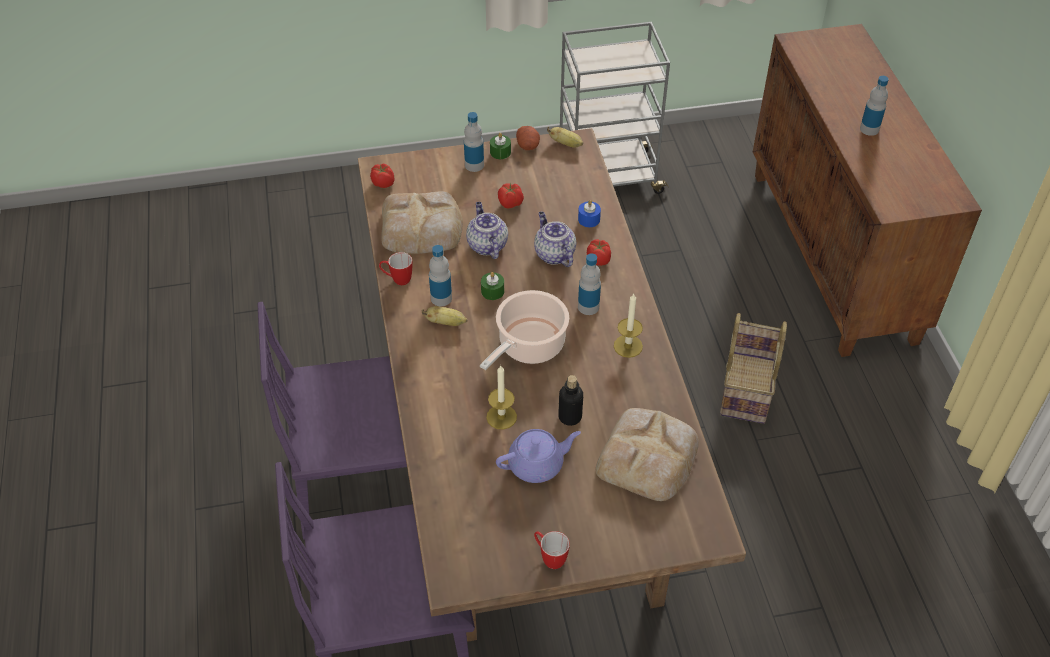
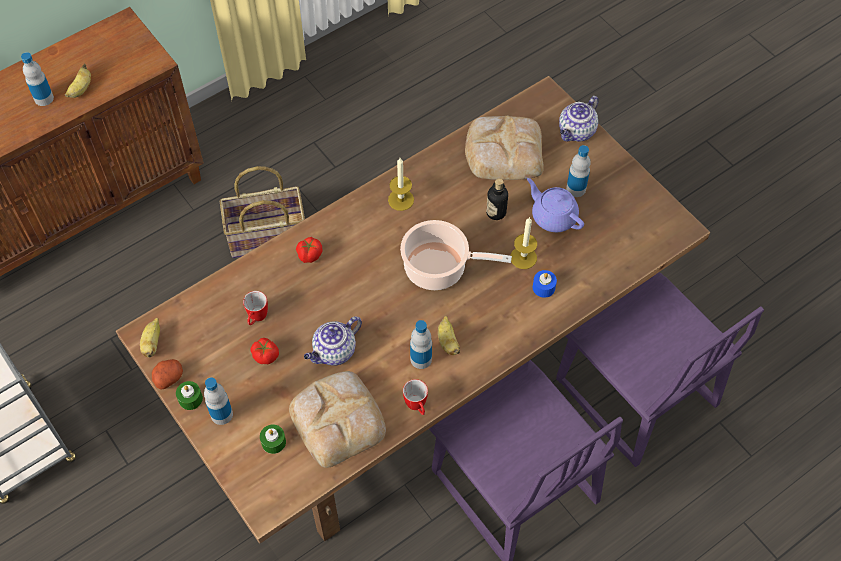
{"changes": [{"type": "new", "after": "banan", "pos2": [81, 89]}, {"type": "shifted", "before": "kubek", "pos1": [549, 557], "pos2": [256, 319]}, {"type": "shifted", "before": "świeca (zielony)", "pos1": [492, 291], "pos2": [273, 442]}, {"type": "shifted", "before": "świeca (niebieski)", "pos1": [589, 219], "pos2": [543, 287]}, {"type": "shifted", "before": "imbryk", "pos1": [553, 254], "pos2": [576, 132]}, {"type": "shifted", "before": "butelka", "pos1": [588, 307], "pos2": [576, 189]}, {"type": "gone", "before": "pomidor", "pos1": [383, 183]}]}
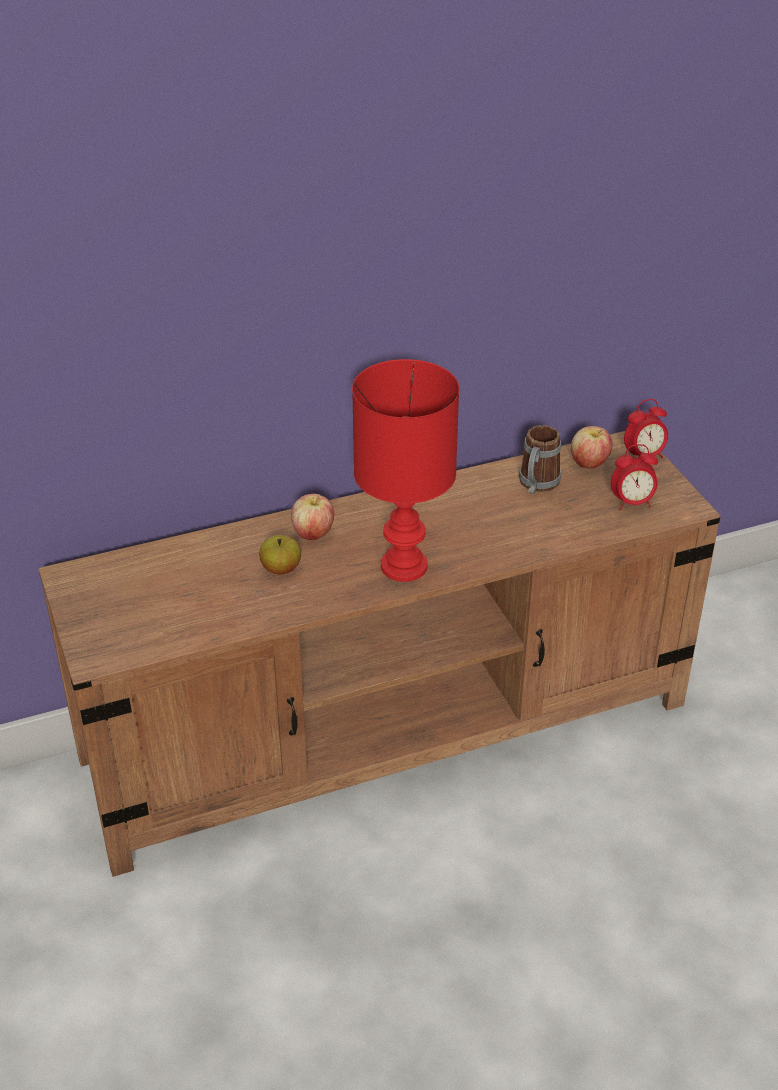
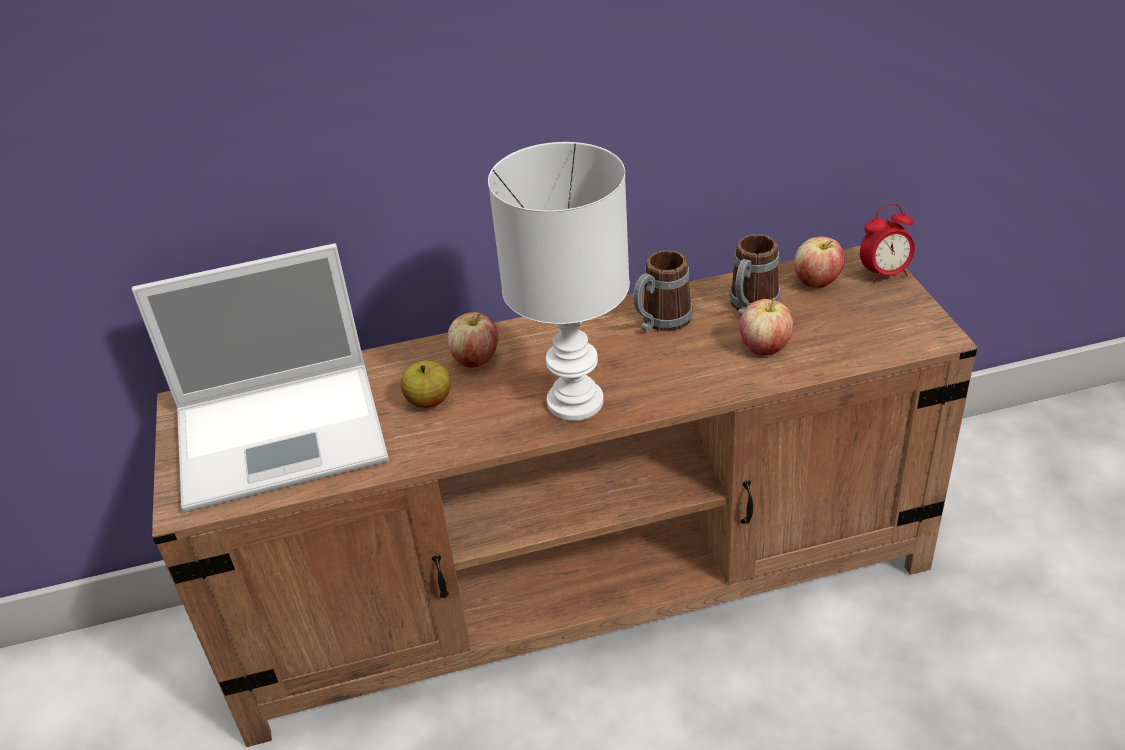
{"changes": [{"type": "new", "after": "laptop", "pos2": [285, 433]}, {"type": "repainted", "before": "lampa stołowa (czerwony)", "after": "lampa stołowa (biały)", "pos1": [402, 568], "pos2": [573, 403]}, {"type": "new", "after": "kubek", "pos2": [660, 322]}, {"type": "new", "after": "jabłko", "pos2": [765, 347]}, {"type": "gone", "before": "budzik", "pos1": [632, 503]}]}
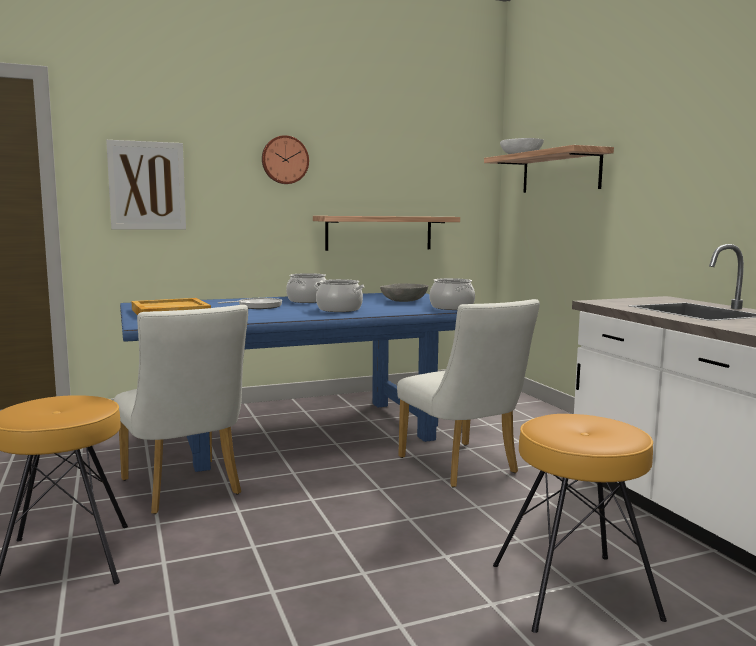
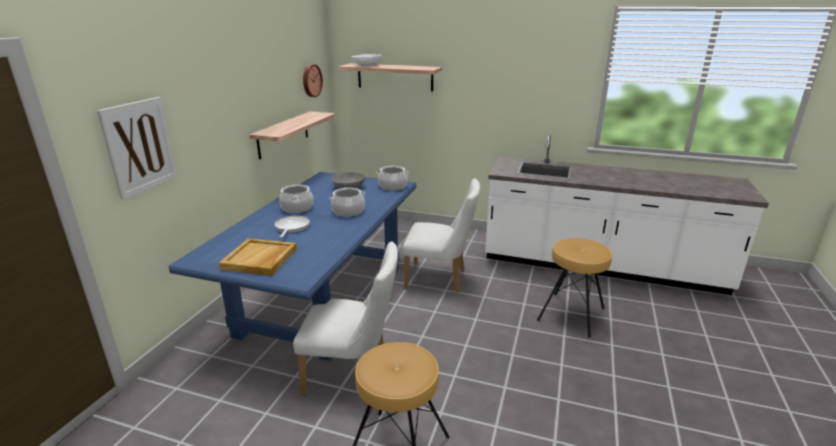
{"changes": [{"type": "shifted", "before": "zegar ścienny", "pos1": [284, 160], "pos2": [311, 80]}]}
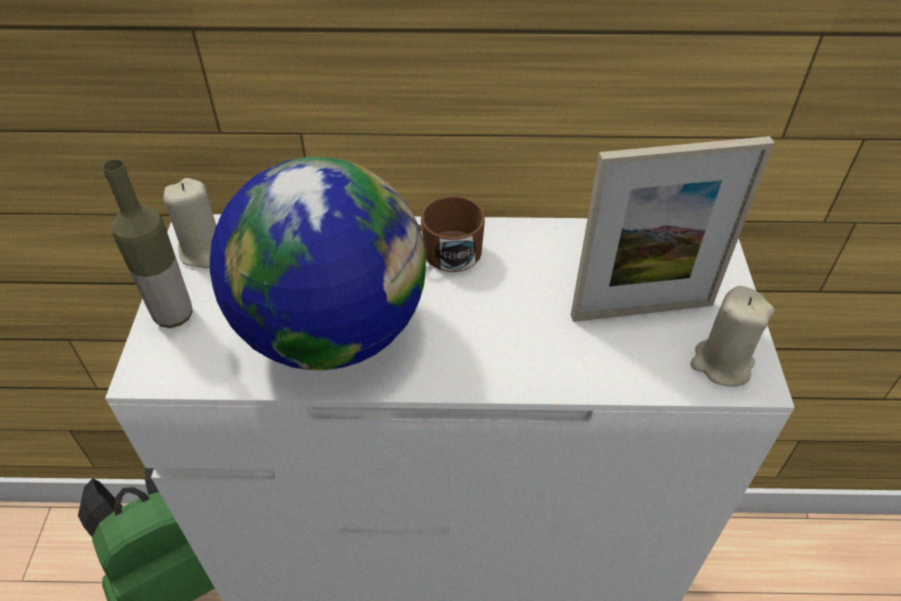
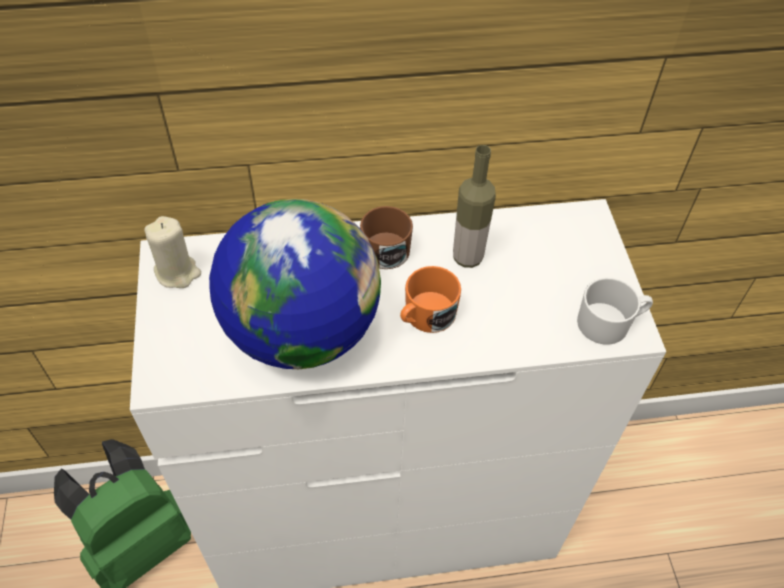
{"changes": [{"type": "new", "after": "kubek (pomarańczowy)", "pos2": [425, 316]}, {"type": "shifted", "before": "butelka", "pos1": [173, 315], "pos2": [467, 257]}, {"type": "swapped", "before": "świeca (beżowy)", "after": "kubek (biały)", "pos1": [721, 364], "pos2": [609, 323]}, {"type": "gone", "before": "ramka na zdjęcie", "pos1": [642, 310]}]}
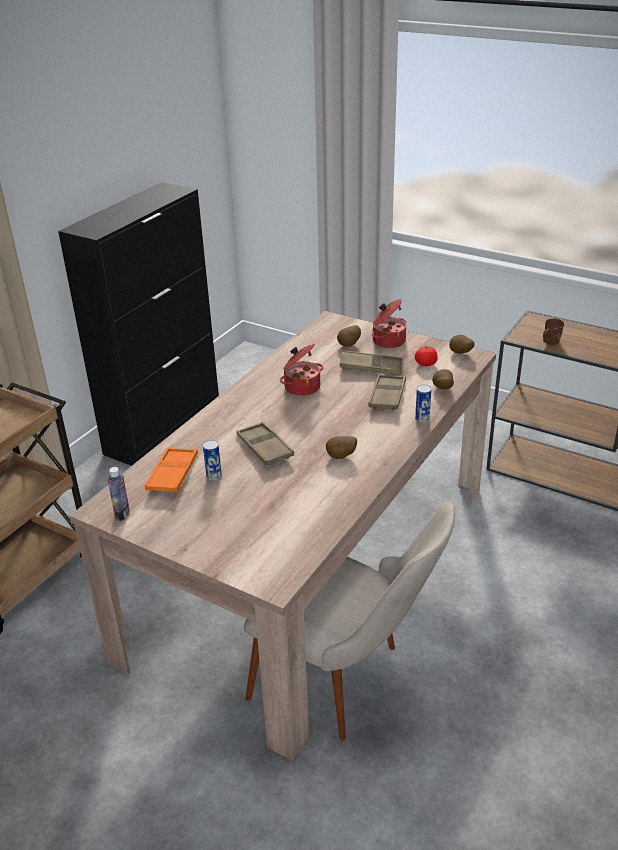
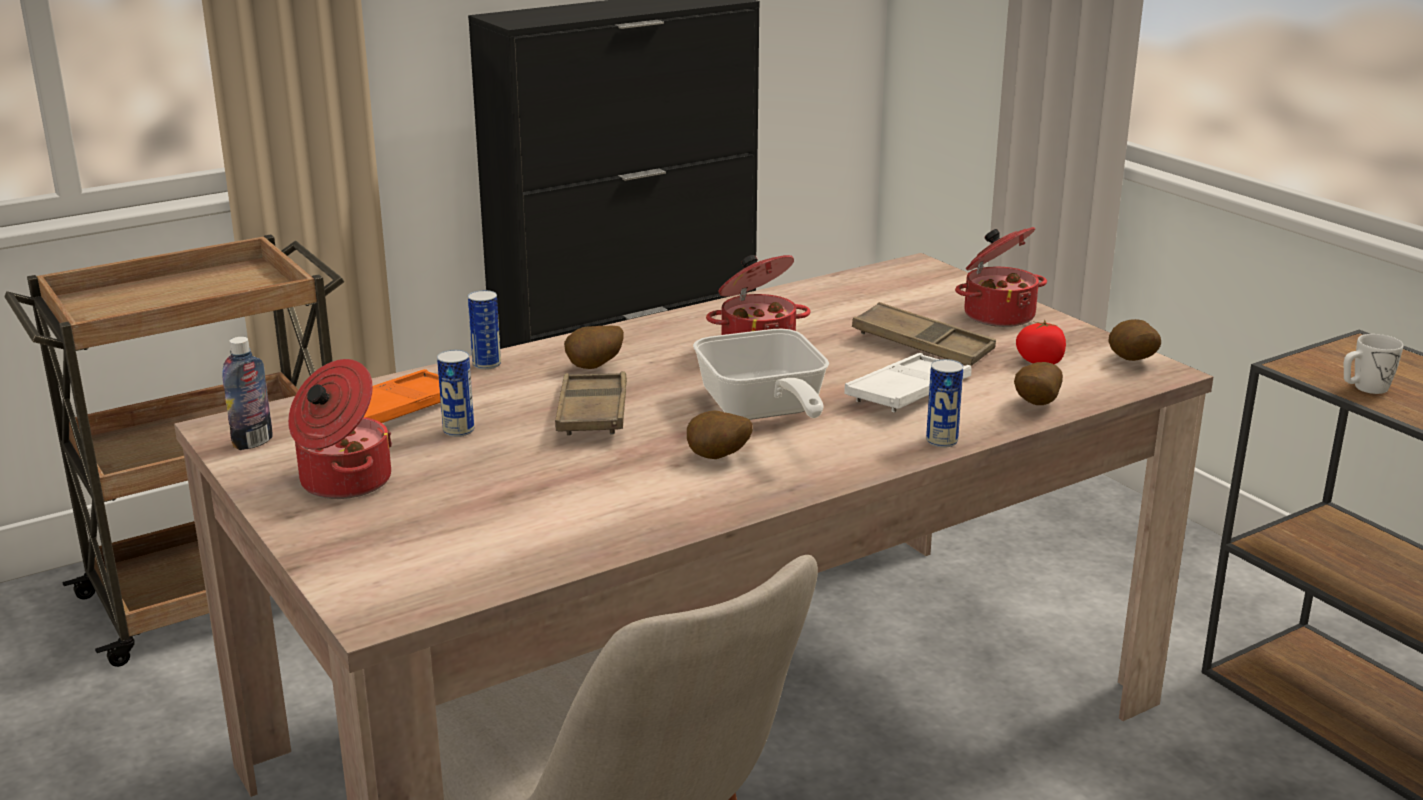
{"changes": [{"type": "new", "after": "garnek", "pos2": [343, 481]}, {"type": "new", "after": "puszka", "pos2": [486, 364]}, {"type": "shifted", "before": "ziemniak", "pos1": [349, 345], "pos2": [595, 368]}, {"type": "new", "after": "patelnia", "pos2": [763, 412]}, {"type": "repainted", "before": "taca (brązowy)", "after": "taca (biały)", "pos1": [387, 396], "pos2": [908, 392]}, {"type": "repainted", "before": "kubek (brązowy)", "after": "kubek (biały)", "pos1": [550, 342], "pos2": [1364, 388]}]}
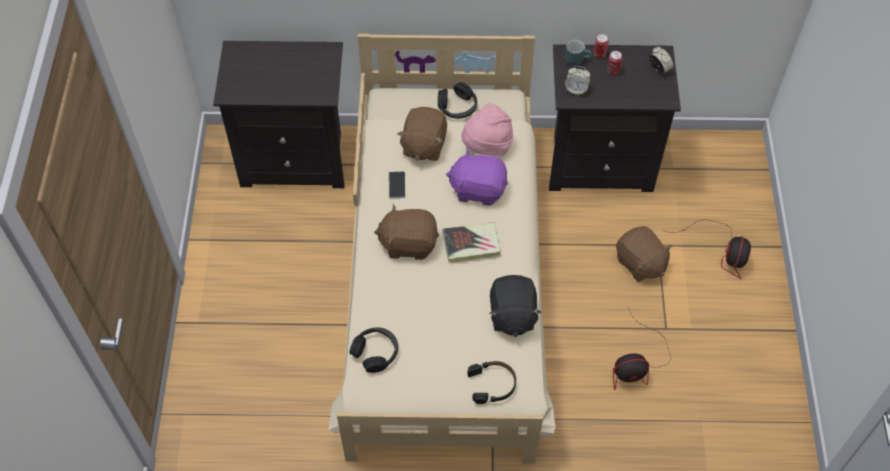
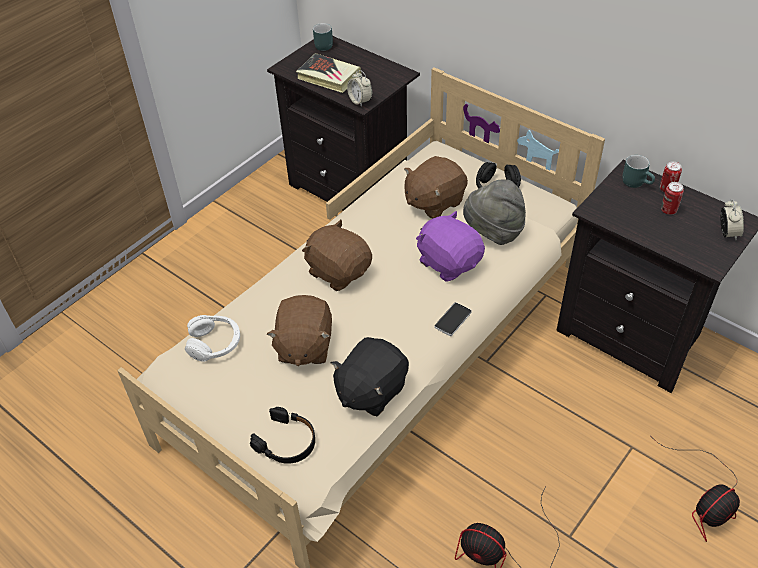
{"changes": [{"type": "repainted", "before": "słuchawki (czarny)", "after": "słuchawki (biały)", "pos1": [376, 352], "pos2": [215, 343]}, {"type": "shifted", "before": "pluszak (brązowy)", "pos1": [640, 263], "pos2": [304, 346]}, {"type": "shifted", "before": "książka", "pos1": [471, 245], "pos2": [329, 77]}, {"type": "new", "after": "kubek (turkusowy)", "pos2": [322, 45]}, {"type": "shifted", "before": "budzik", "pos1": [576, 89], "pos2": [360, 101]}, {"type": "shifted", "before": "telefon", "pos1": [397, 185], "pos2": [453, 320]}, {"type": "repainted", "before": "kapelusz (różowy)", "after": "kapelusz (szary)", "pos1": [487, 146], "pos2": [493, 232]}]}
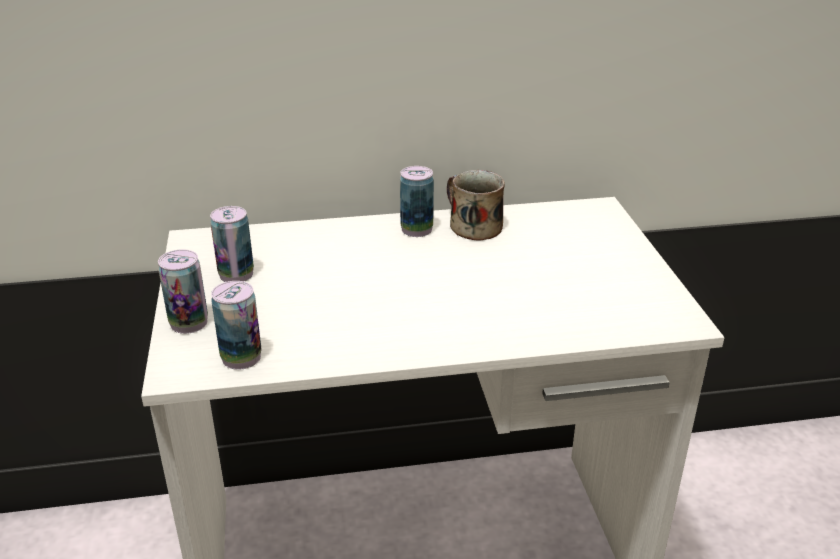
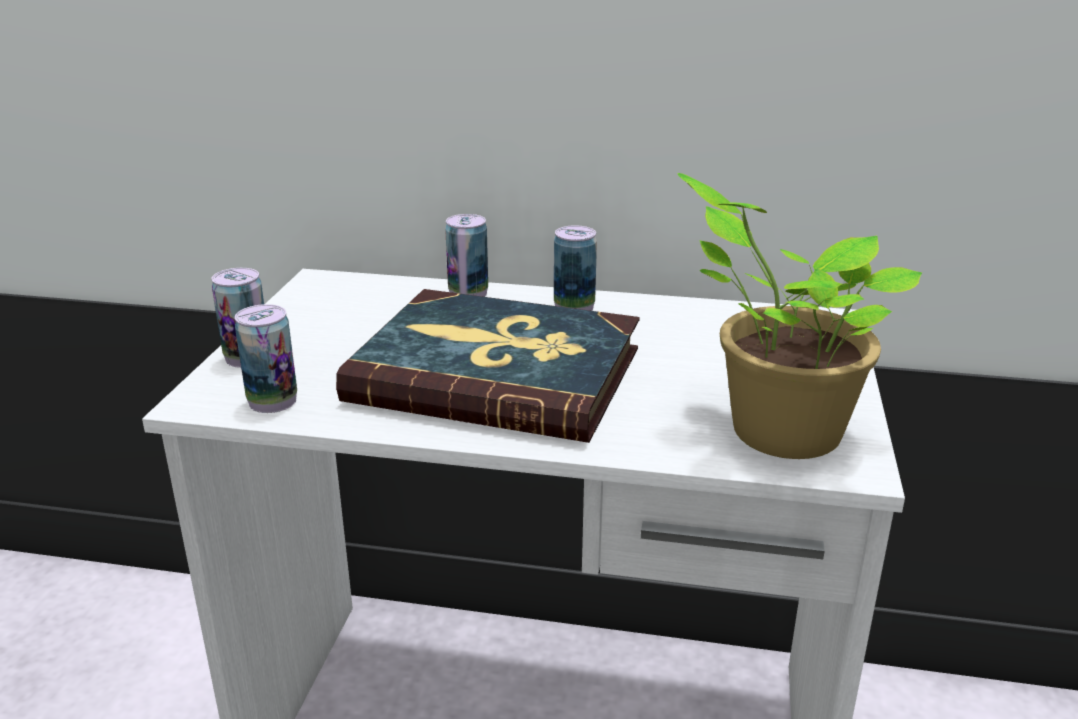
{"changes": [{"type": "new", "after": "książka", "pos2": [497, 374]}, {"type": "shifted", "before": "puszka", "pos1": [236, 274], "pos2": [468, 293]}, {"type": "new", "after": "roślina doniczkowa", "pos2": [776, 431]}, {"type": "gone", "before": "kubek", "pos1": [473, 226]}]}
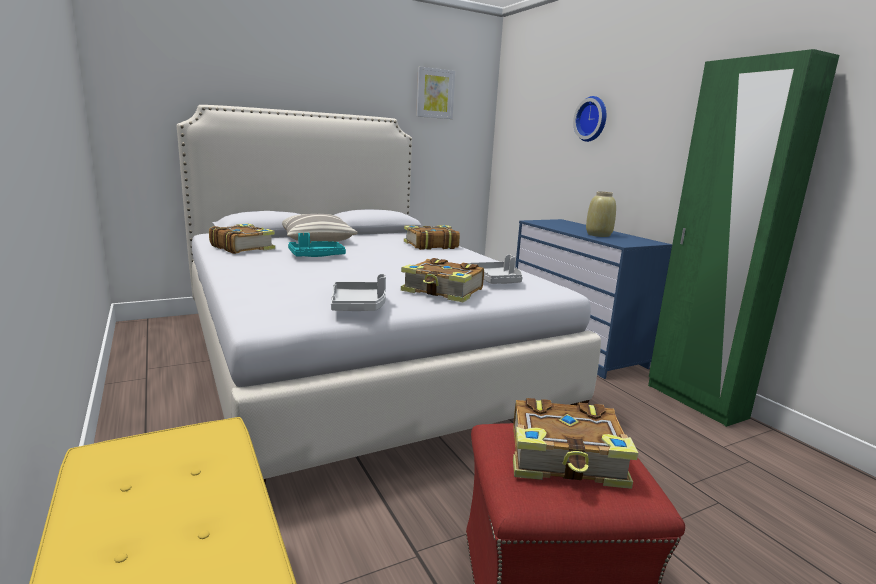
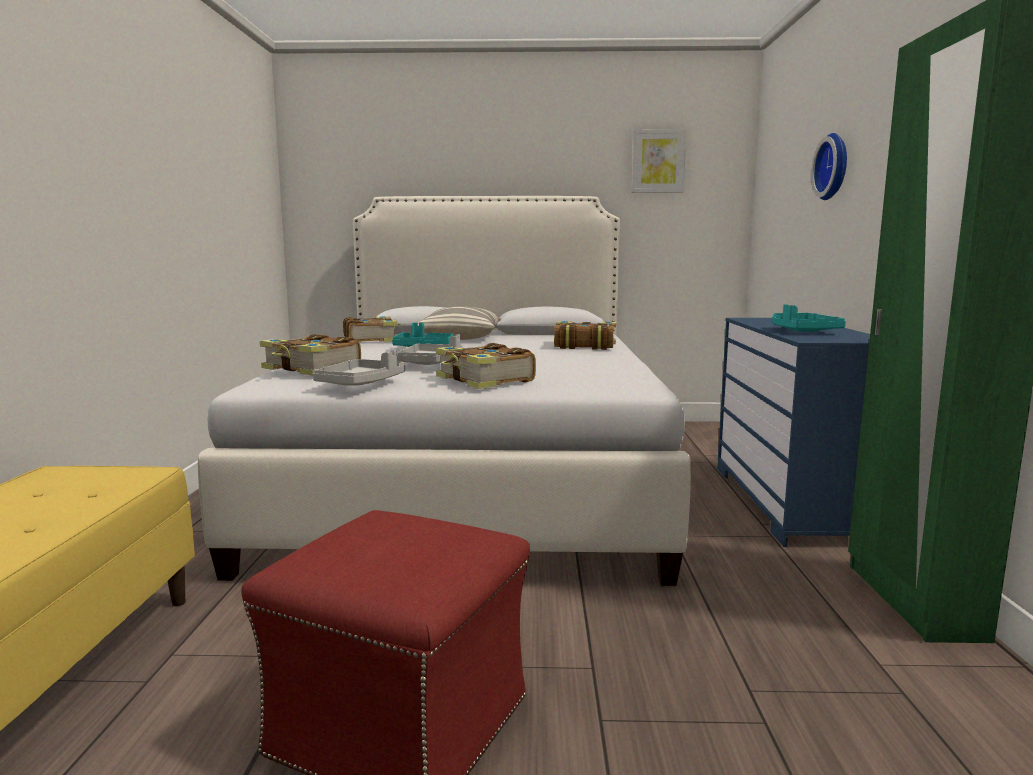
{"changes": [{"type": "shifted", "before": "książka", "pos1": [567, 459], "pos2": [312, 369]}, {"type": "shifted", "before": "taca (szary)", "pos1": [496, 280], "pos2": [431, 363]}, {"type": "swapped", "before": "wazon (beżowy)", "after": "taca (turkusowy)", "pos1": [598, 235], "pos2": [802, 331]}]}
